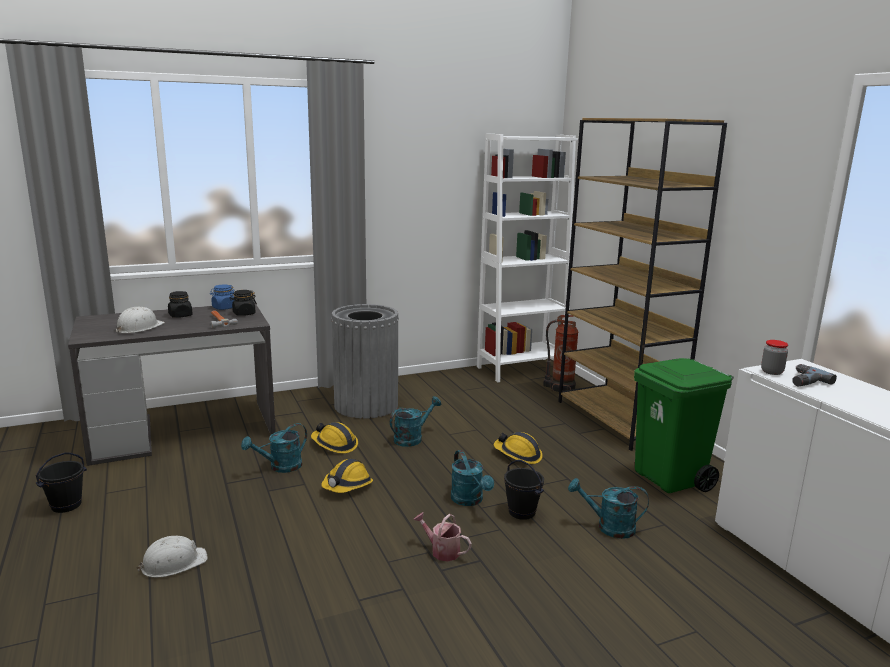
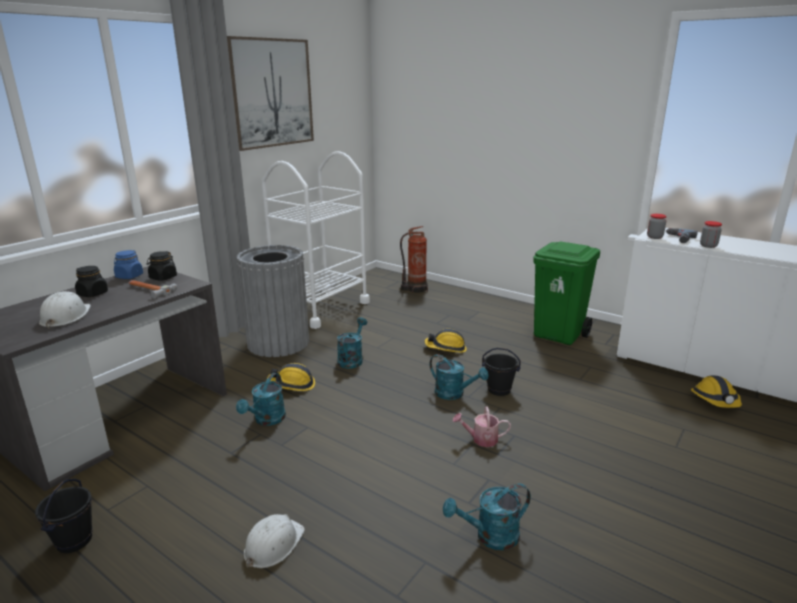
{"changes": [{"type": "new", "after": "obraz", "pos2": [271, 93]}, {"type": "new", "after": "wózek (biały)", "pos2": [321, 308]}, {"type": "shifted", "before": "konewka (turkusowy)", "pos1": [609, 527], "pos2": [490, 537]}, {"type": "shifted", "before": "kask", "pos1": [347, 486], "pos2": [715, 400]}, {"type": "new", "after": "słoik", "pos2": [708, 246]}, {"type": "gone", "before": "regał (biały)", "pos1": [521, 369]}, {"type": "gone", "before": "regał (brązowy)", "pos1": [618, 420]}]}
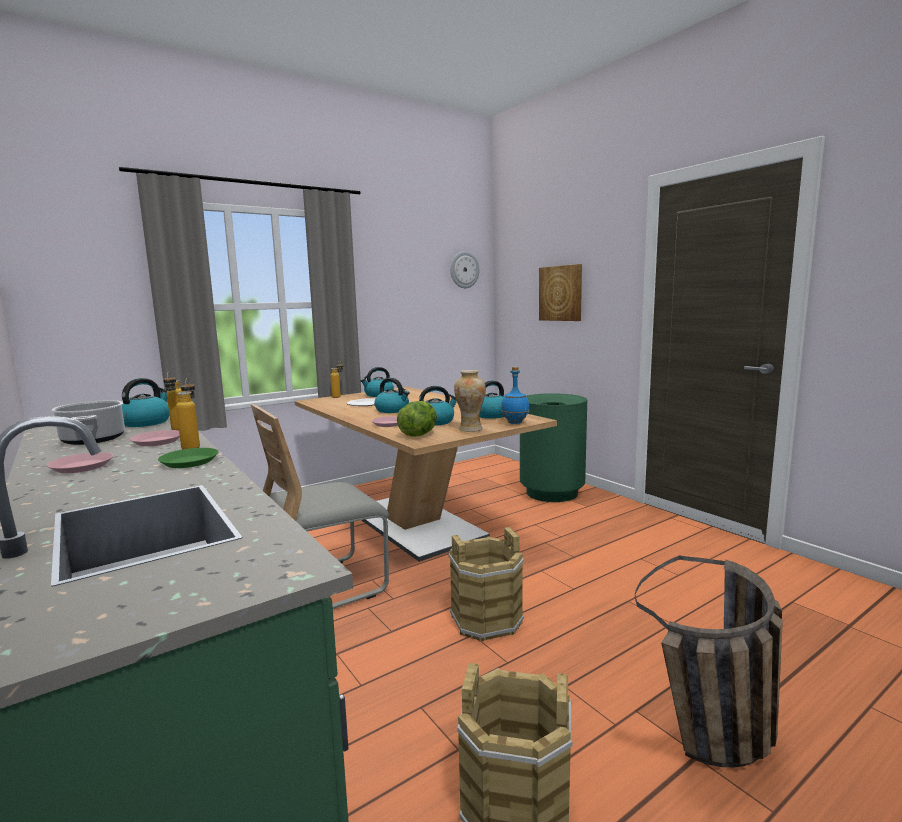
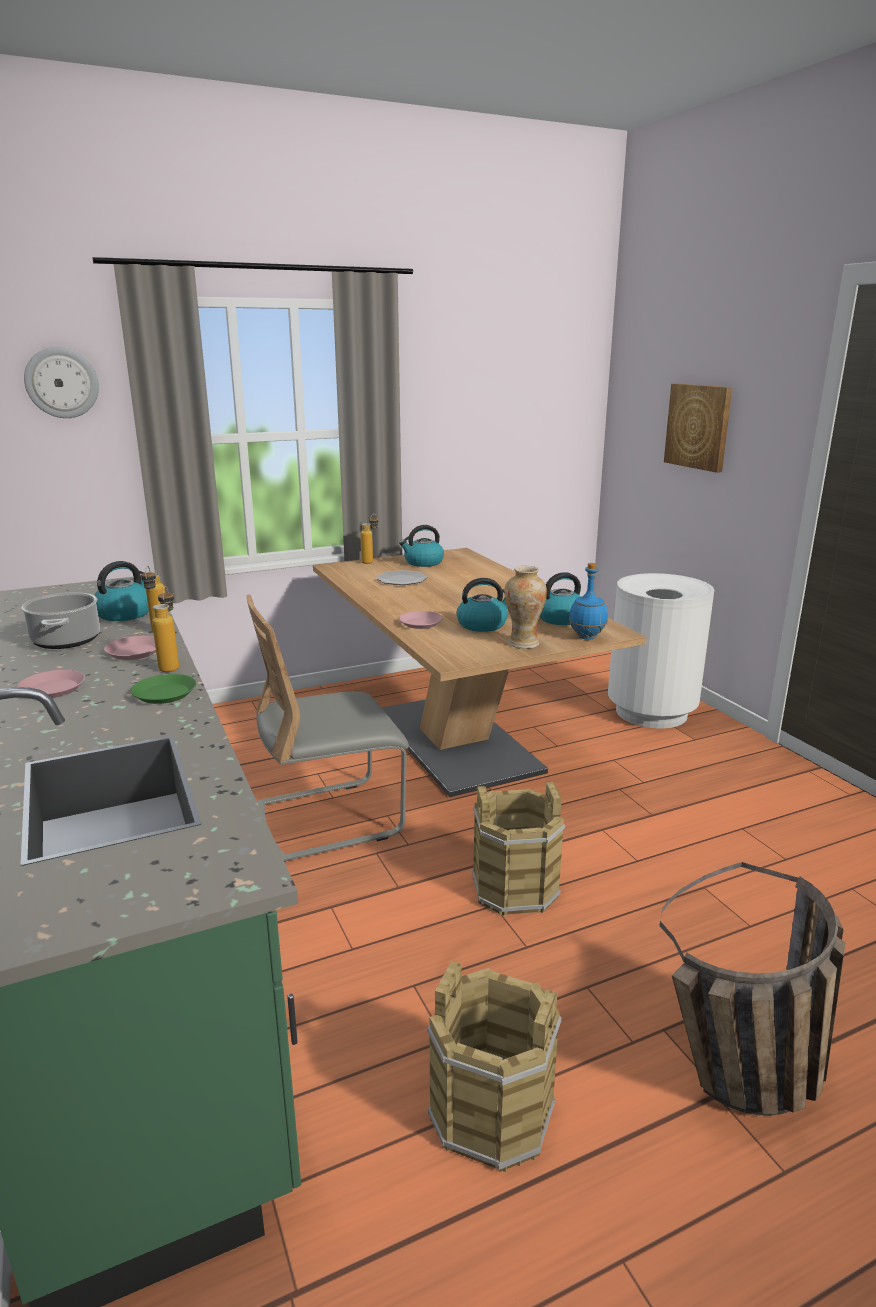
{"changes": [{"type": "shifted", "before": "zegar ścienny", "pos1": [464, 270], "pos2": [62, 383]}, {"type": "repainted", "before": "kosz na śmieci (zielony)", "after": "kosz na śmieci (biały)", "pos1": [552, 493], "pos2": [651, 712]}, {"type": "gone", "before": "czajnik", "pos1": [393, 410]}, {"type": "gone", "before": "sałata", "pos1": [419, 435]}]}
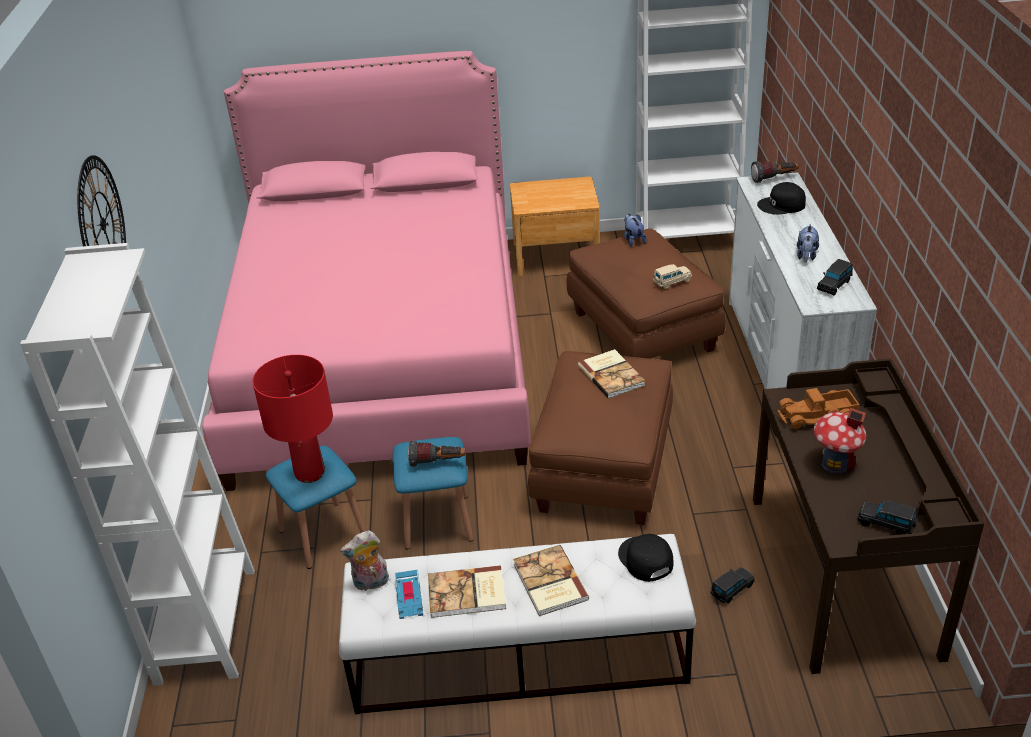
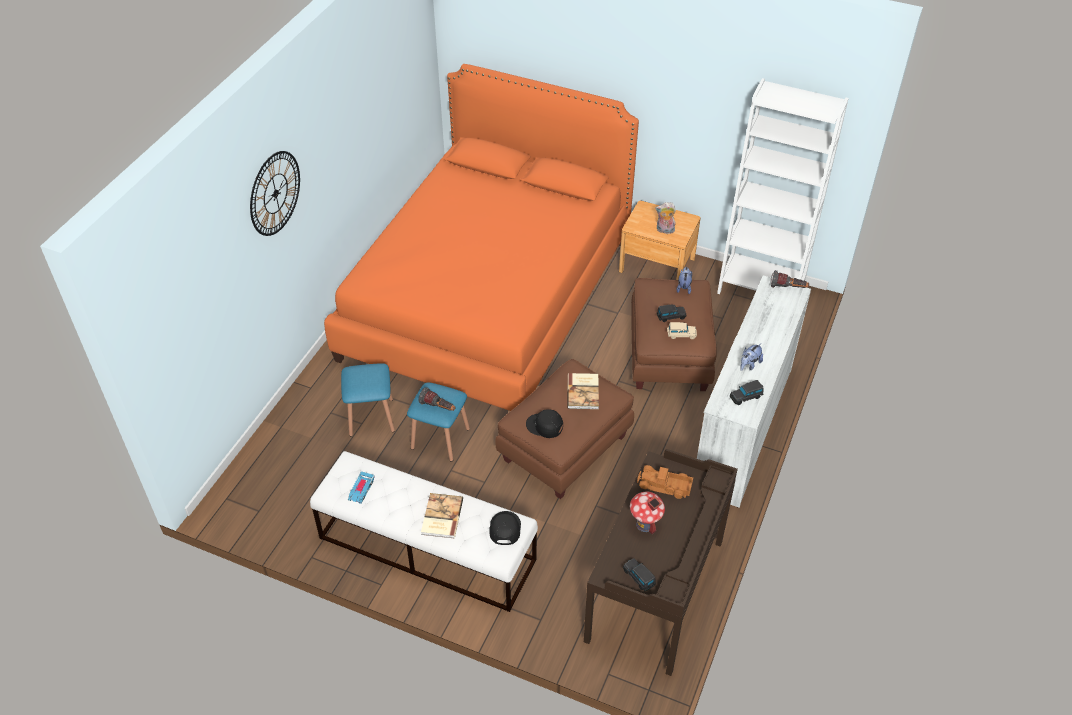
{"changes": [{"type": "repainted", "before": "łóżko (różowy)", "after": "łóżko (pomarańczowy)", "pos1": [382, 352], "pos2": [488, 297]}, {"type": "shifted", "before": "czapka z daszkiem (czarny)", "pos1": [782, 205], "pos2": [544, 426]}, {"type": "shifted", "before": "pluszak", "pos1": [370, 583], "pos2": [664, 230]}, {"type": "shifted", "before": "samochodzik (czarny)", "pos1": [731, 590], "pos2": [670, 317]}, {"type": "gone", "before": "regał (biały)", "pos1": [206, 625]}, {"type": "gone", "before": "lampa stołowa (czerwony)", "pos1": [310, 474]}, {"type": "gone", "before": "książka", "pos1": [467, 594]}]}
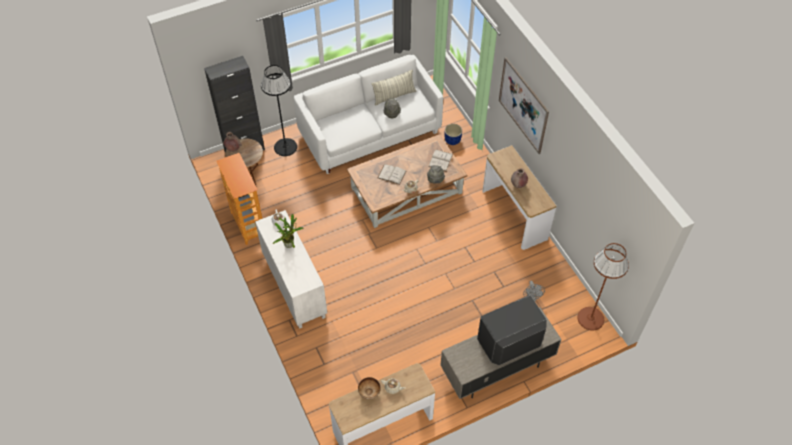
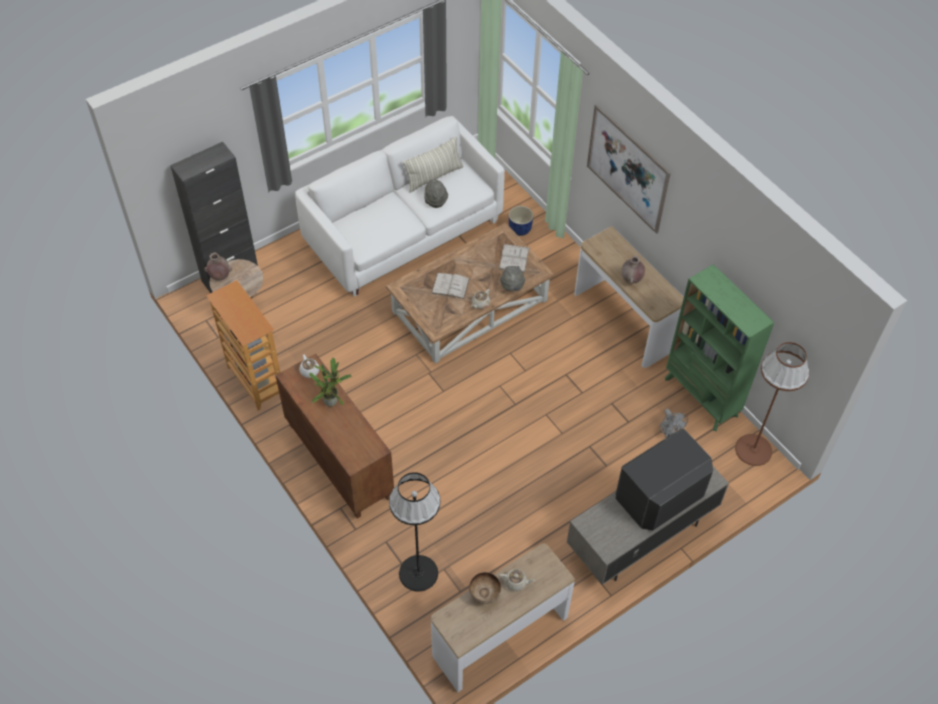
{"changes": [{"type": "repainted", "before": "szafka (biały)", "after": "szafka (brązowy)", "pos1": [294, 287], "pos2": [338, 460]}, {"type": "shifted", "before": "lampa stojąca (czarny)", "pos1": [285, 147], "pos2": [418, 573]}, {"type": "new", "after": "regał (zielony)", "pos2": [701, 397]}]}
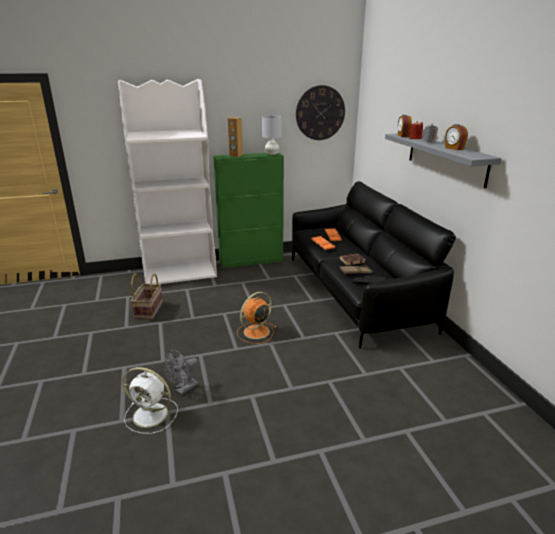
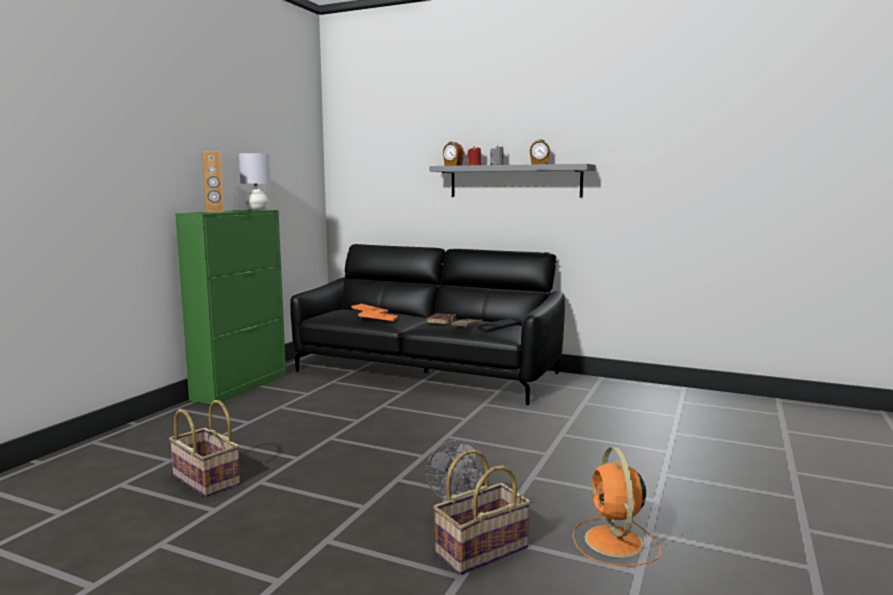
{"changes": [{"type": "swapped", "before": "wentylator (biały)", "after": "koszyk", "pos1": [152, 415], "pos2": [481, 549]}, {"type": "shifted", "before": "wentylator (pomarańczowy)", "pos1": [255, 332], "pos2": [614, 543]}, {"type": "gone", "before": "regał (biały)", "pos1": [181, 272]}, {"type": "gone", "before": "zegar ścienny", "pos1": [320, 113]}]}
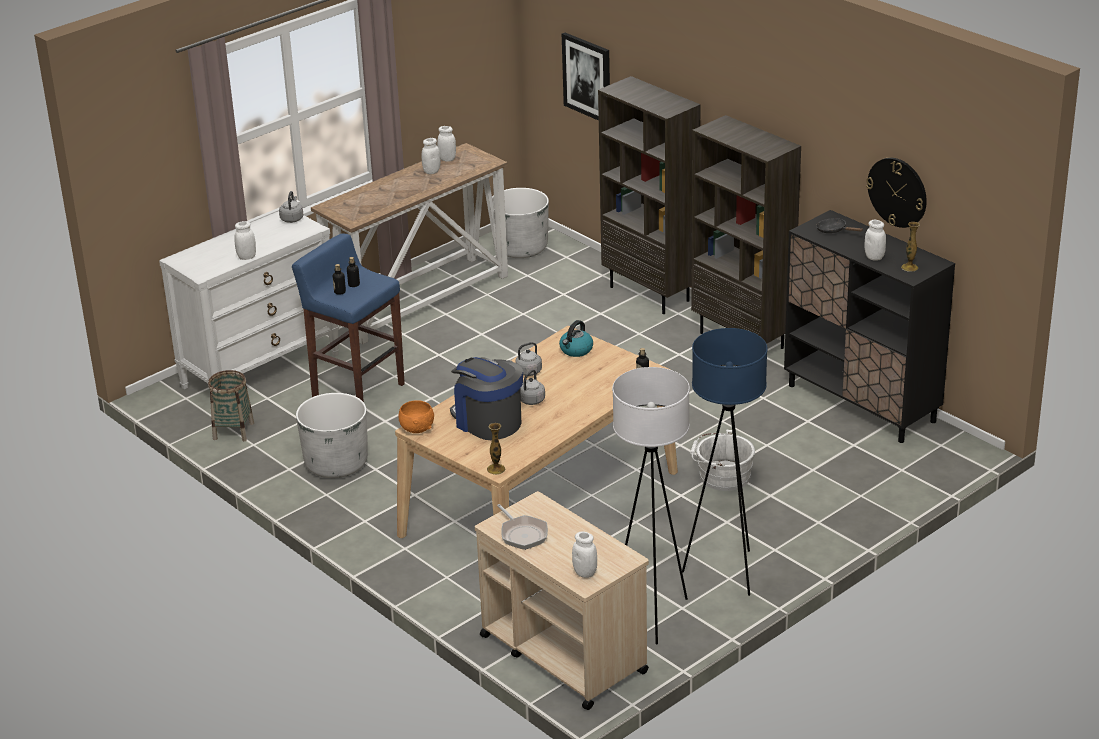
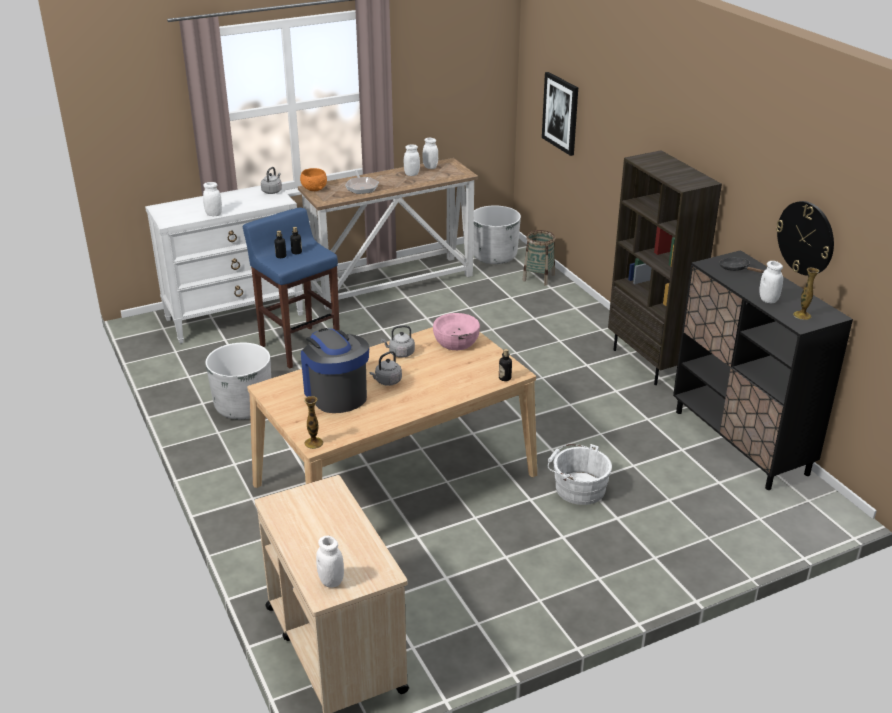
{"changes": [{"type": "shifted", "before": "miska (pomarańczowy)", "pos1": [417, 429], "pos2": [314, 189]}, {"type": "shifted", "before": "patelnia", "pos1": [522, 534], "pos2": [361, 187]}, {"type": "swapped", "before": "czajnik", "after": "miska (różowy)", "pos1": [576, 350], "pos2": [456, 341]}, {"type": "shifted", "before": "koszyk", "pos1": [233, 431], "pos2": [538, 277]}, {"type": "gone", "before": "regał (brązowy)", "pos1": [651, 294]}, {"type": "gone", "before": "lampa stojąca (biały)", "pos1": [652, 616]}, {"type": "gone", "before": "lampa stojąca (niebieski)", "pos1": [725, 572]}]}
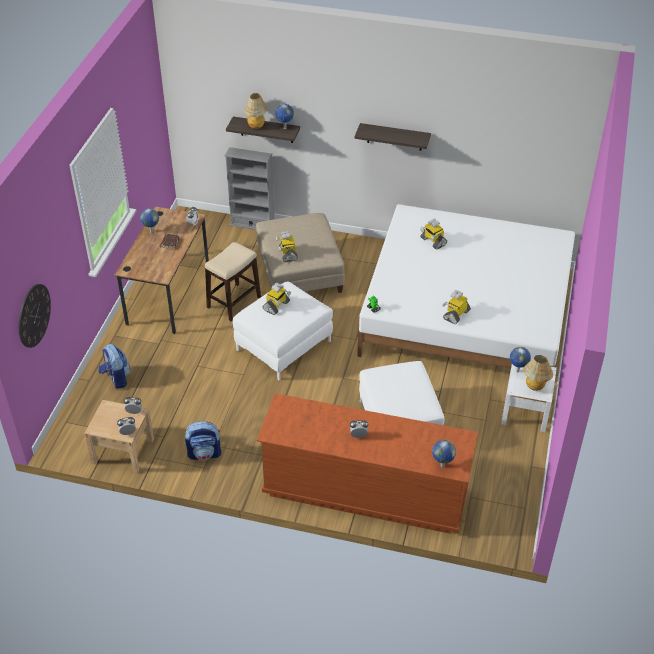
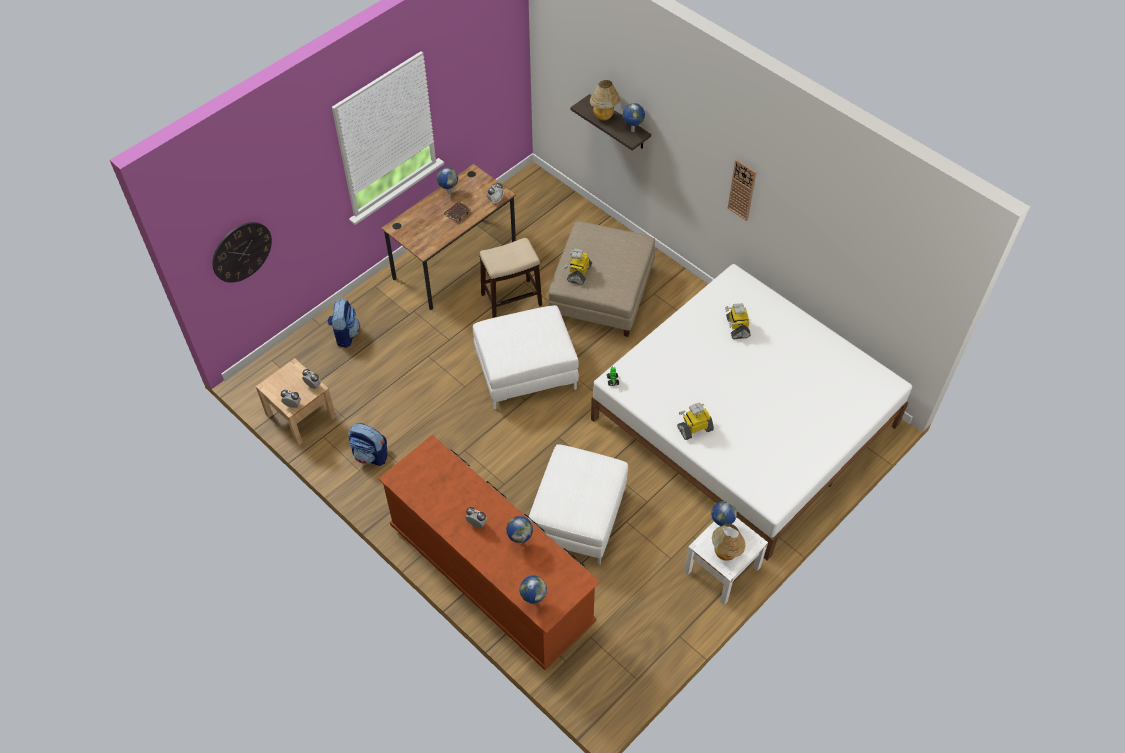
{"changes": [{"type": "new", "after": "globus", "pos2": [520, 541]}, {"type": "swapped", "before": "półka", "after": "zegar ścienny", "pos1": [394, 137], "pos2": [742, 190]}, {"type": "gone", "before": "regał (szary)", "pos1": [252, 224]}, {"type": "gone", "before": "robot zabawkowy", "pos1": [276, 306]}]}
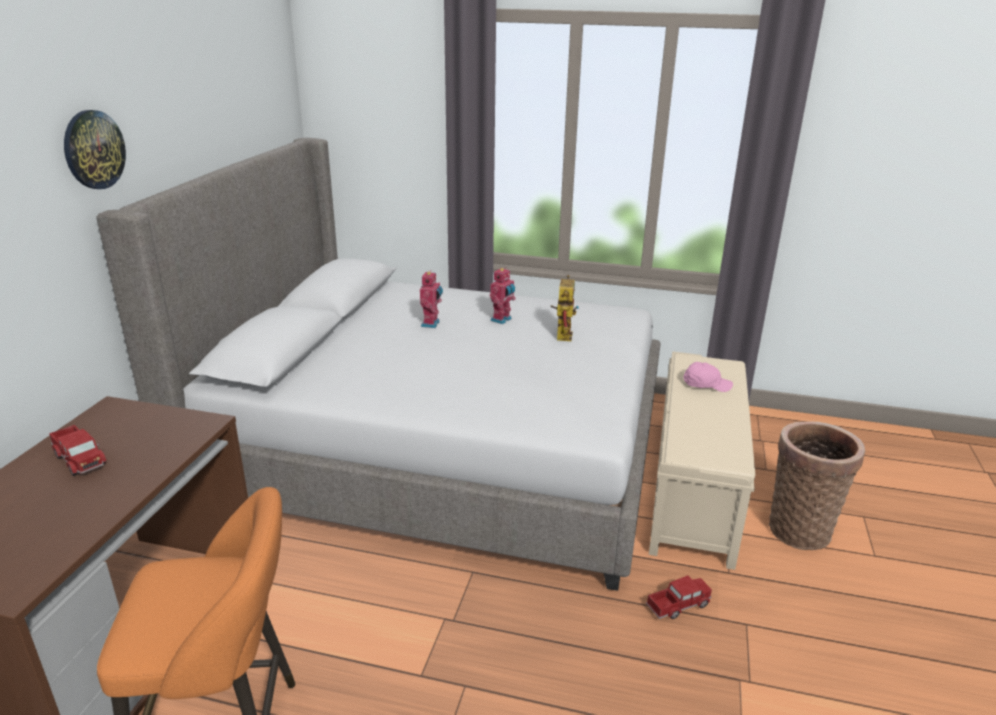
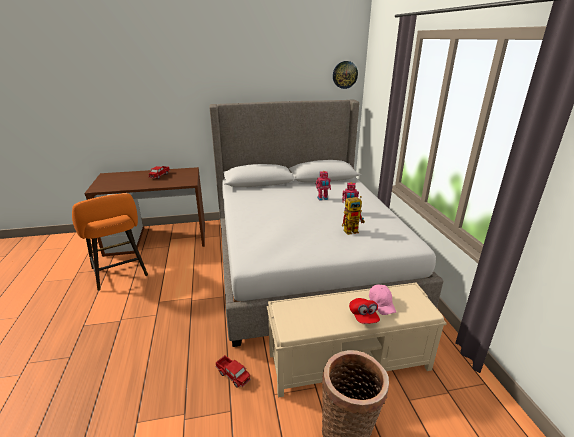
{"changes": [{"type": "shifted", "before": "zegar ścienny", "pos1": [93, 149], "pos2": [344, 74]}, {"type": "new", "after": "czapka z daszkiem (czerwony)", "pos2": [363, 317]}]}
